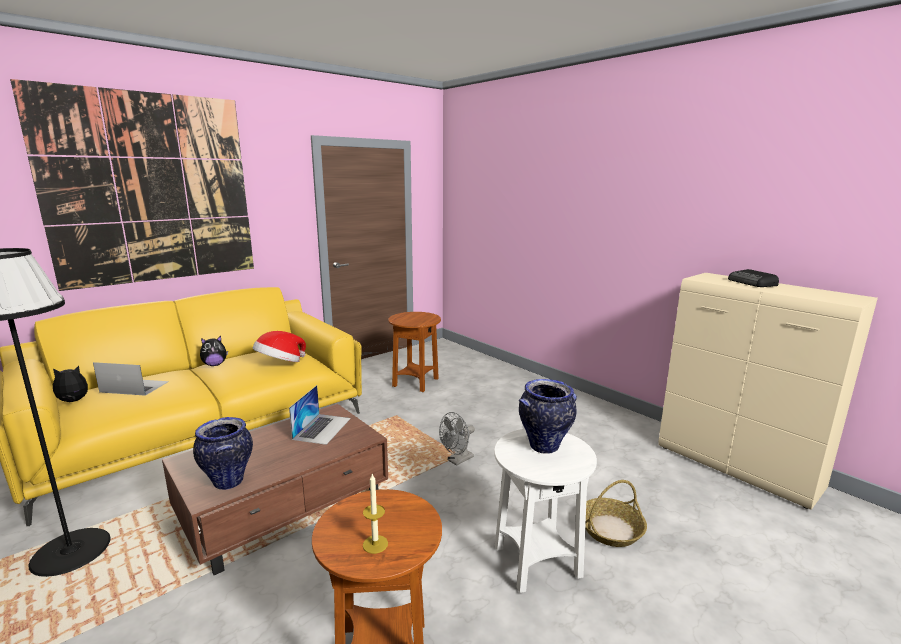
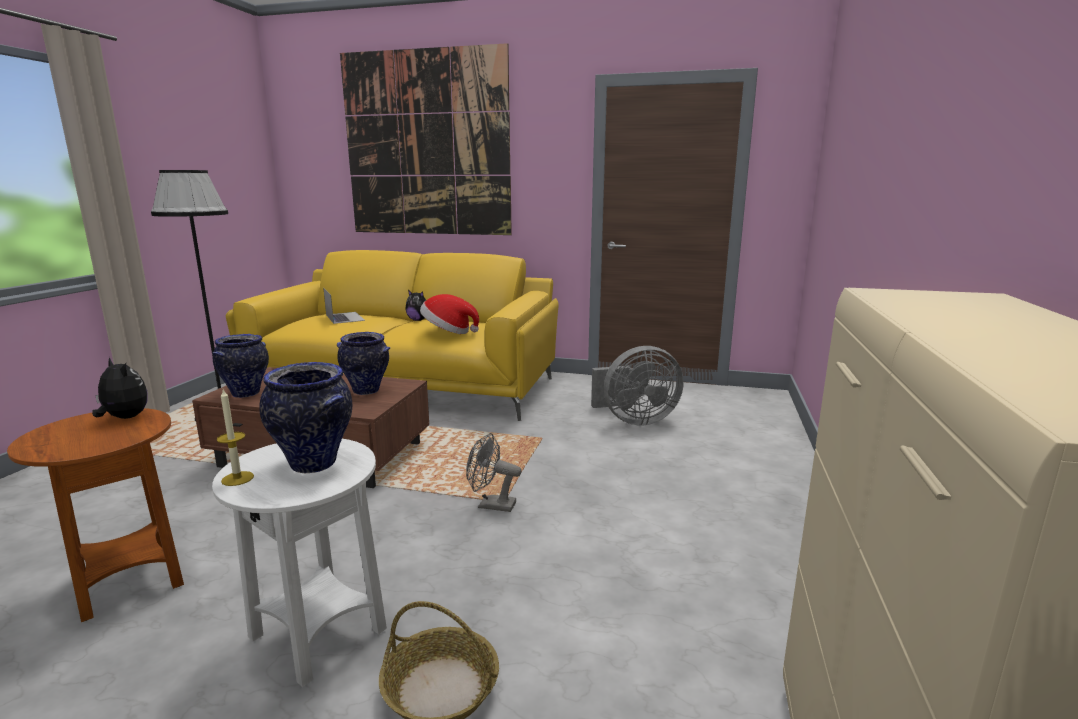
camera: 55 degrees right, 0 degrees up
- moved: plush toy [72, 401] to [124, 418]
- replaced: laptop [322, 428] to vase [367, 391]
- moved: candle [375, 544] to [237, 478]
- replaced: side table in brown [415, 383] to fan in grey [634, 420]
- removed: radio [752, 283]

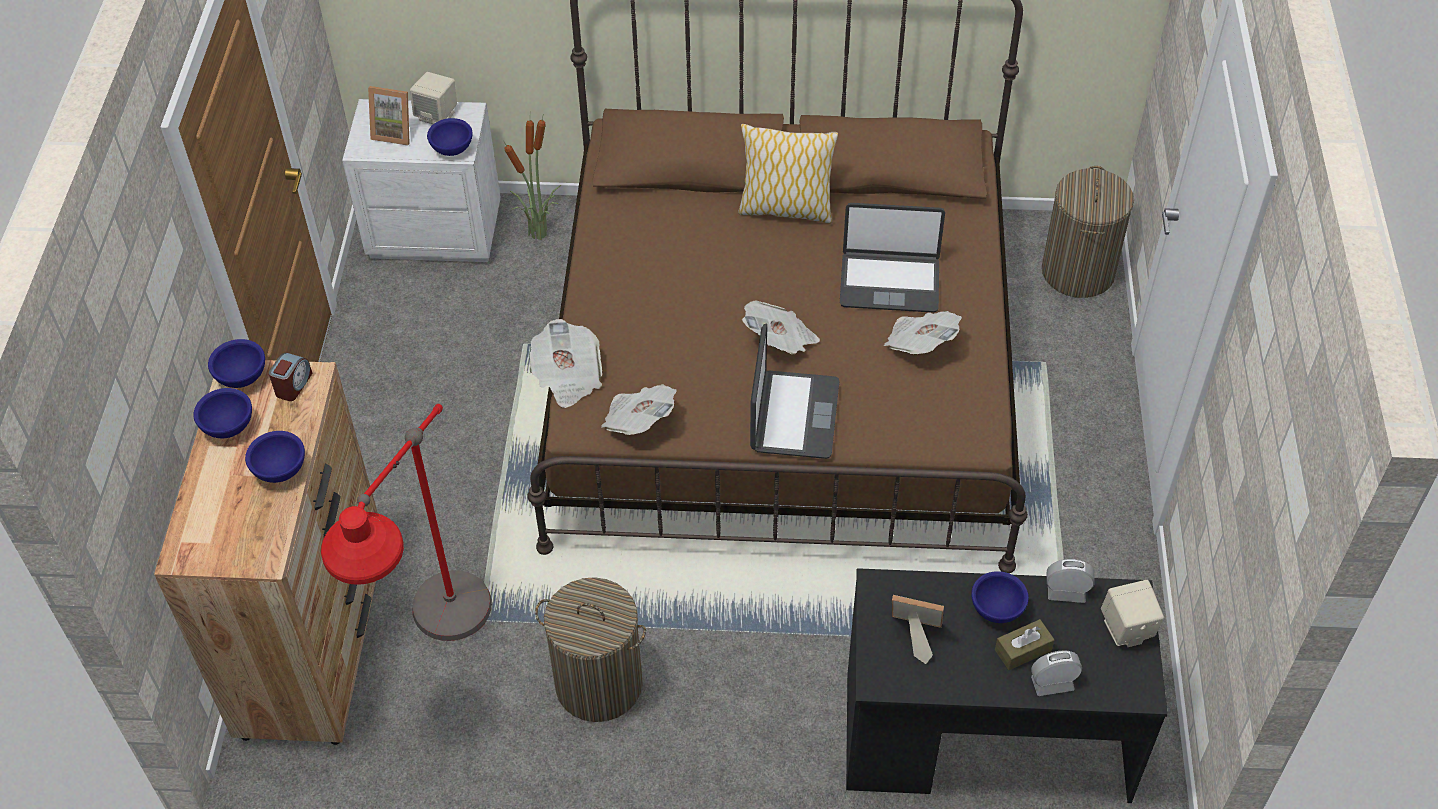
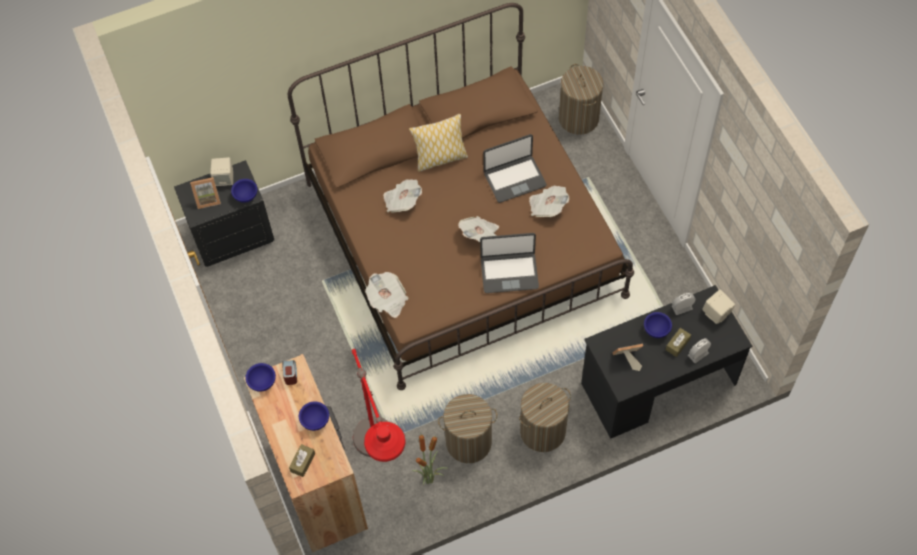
camera: 25 degrees left, 10 degrees up
- removed: bowl in blue [228, 426]
- recoloured: nightstand in white [435, 230] to nightstand in black [232, 235]
- moved: potted plant [540, 235] to [430, 479]
- moved: newspaper [639, 421] to [402, 201]
- turned: laptop [793, 416] = [509, 272] 105 degrees clockwise
- added: tissue box in brown [302, 462]
- added: laundry basket [542, 431]

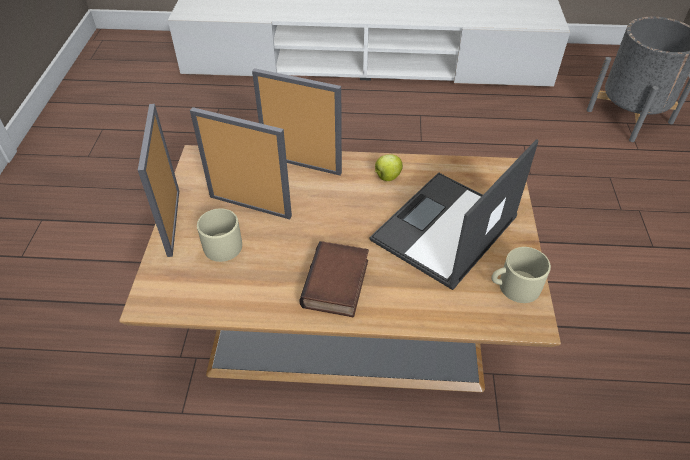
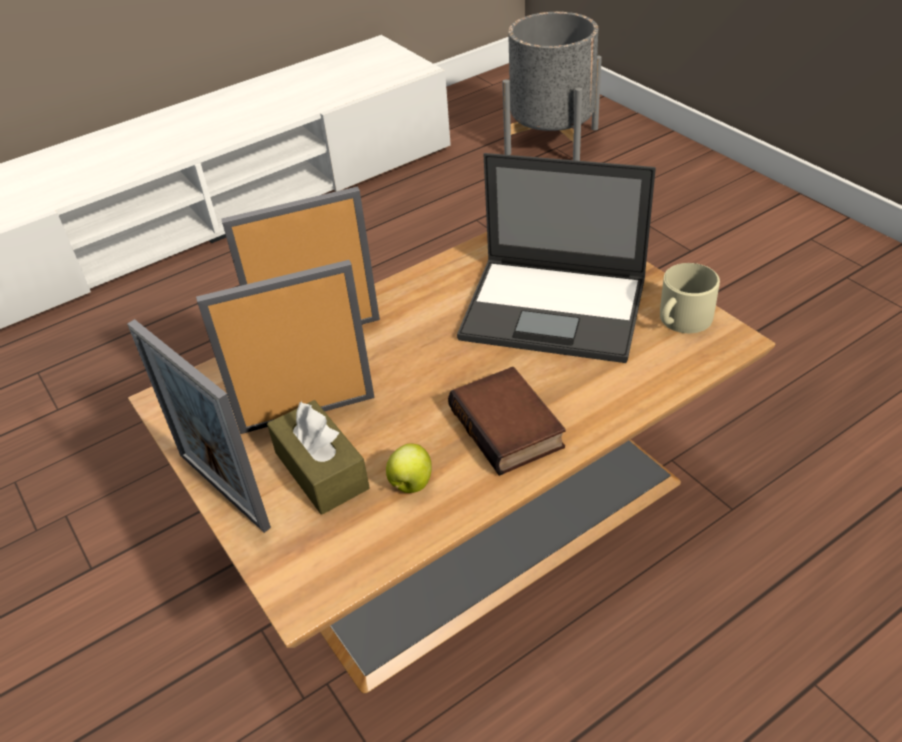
camera: 35 degrees left, 5 degrees down
- replaced: mug in beige [224, 242] to tissue box in brown [321, 470]
- turned: laptop [444, 230] = [556, 309] 75 degrees counterclockwise
- moved: apple [387, 177] to [411, 484]

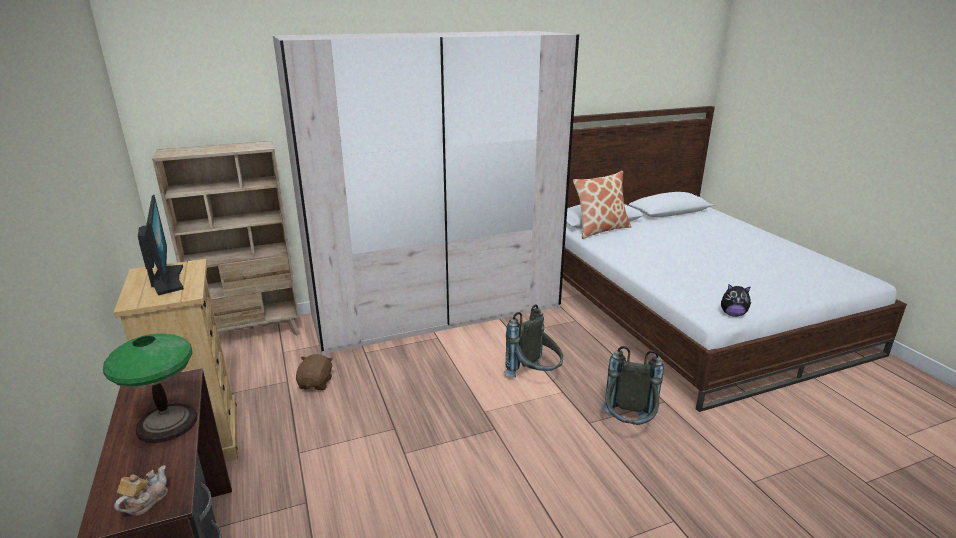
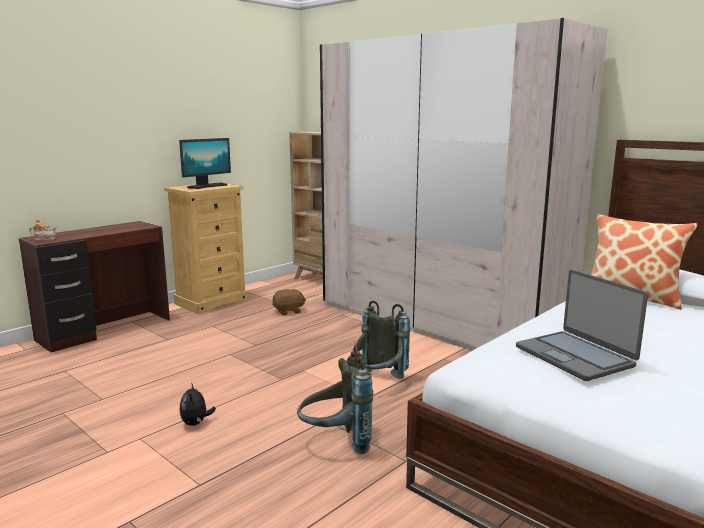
camera: 65 degrees right, 10 degrees down
- removed: table lamp [166, 424]
- moved: plush toy [732, 314] to [196, 423]
- added: laptop [575, 356]

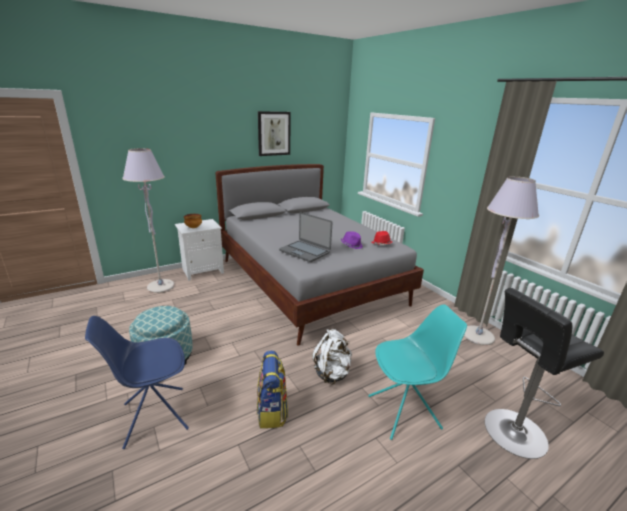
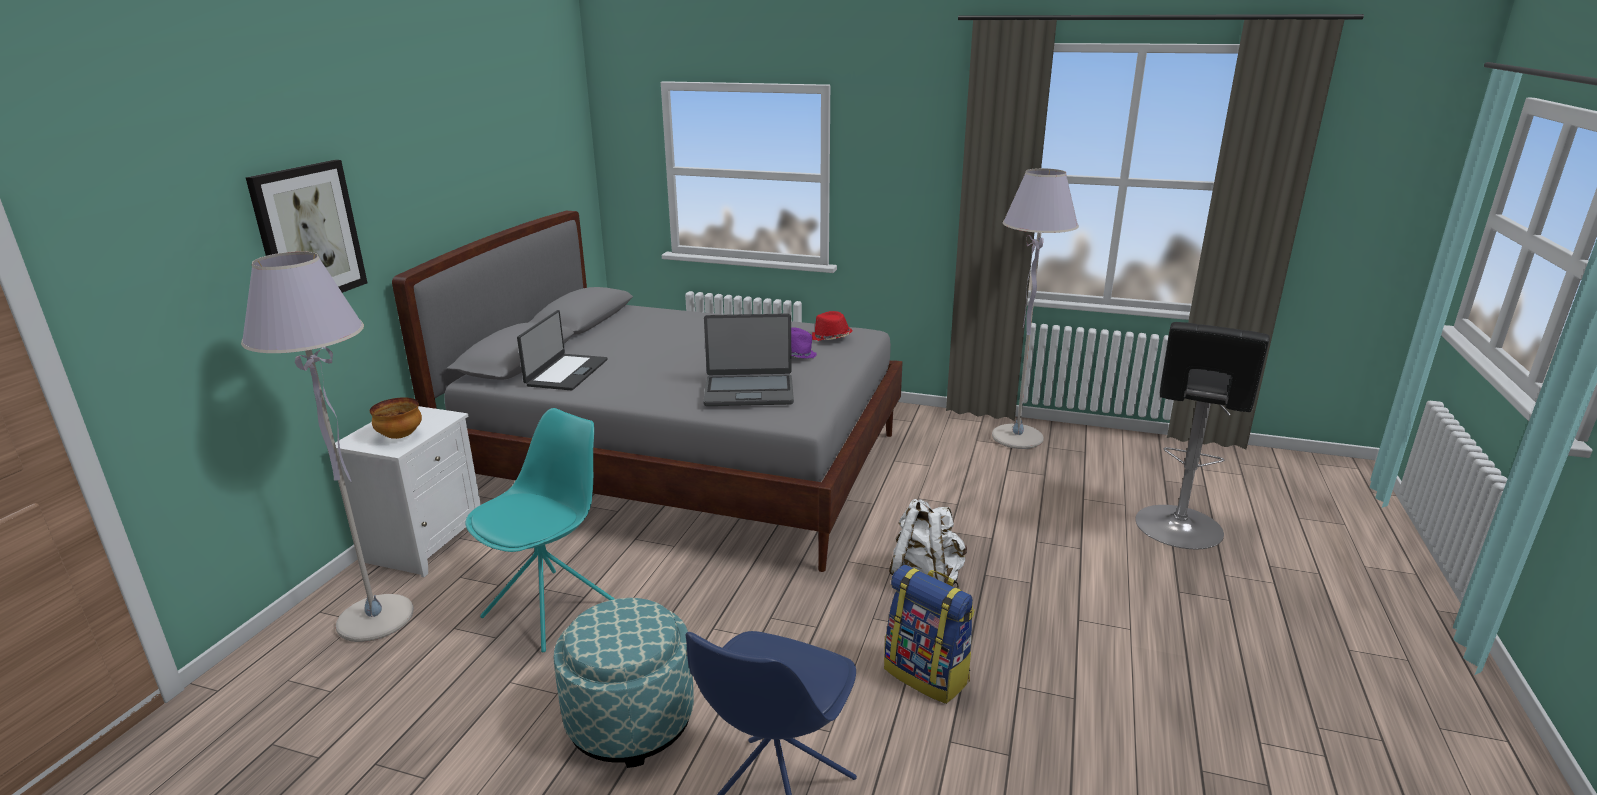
camera: 40 degrees left, 0 degrees up
- moved: picture [274, 133] to [308, 234]
- moved: chair in turquoise [405, 412] to [551, 608]
- added: laptop [566, 372]

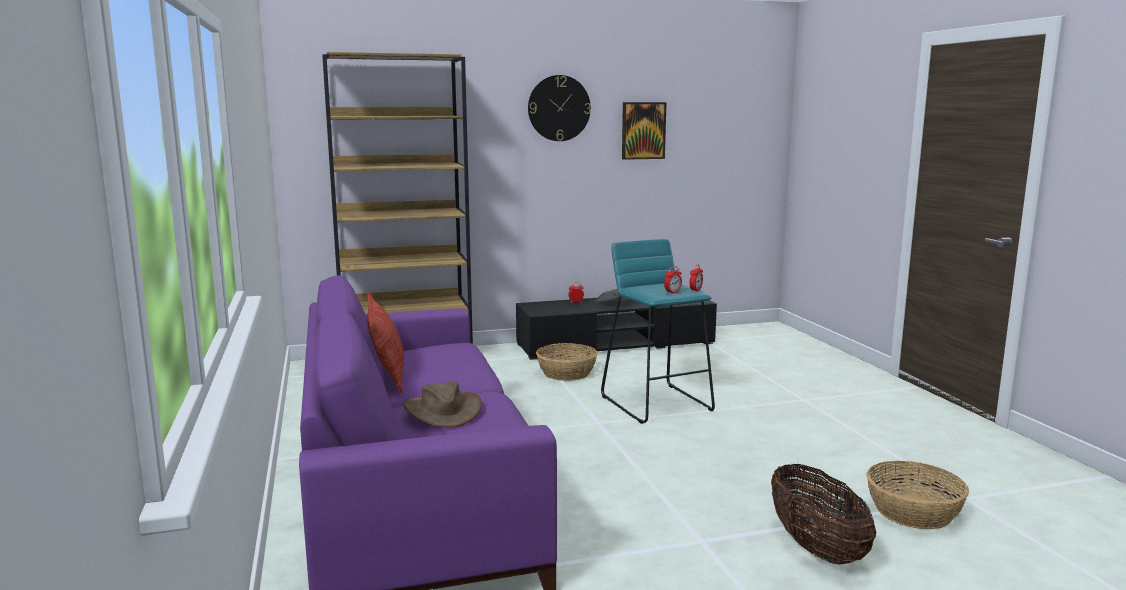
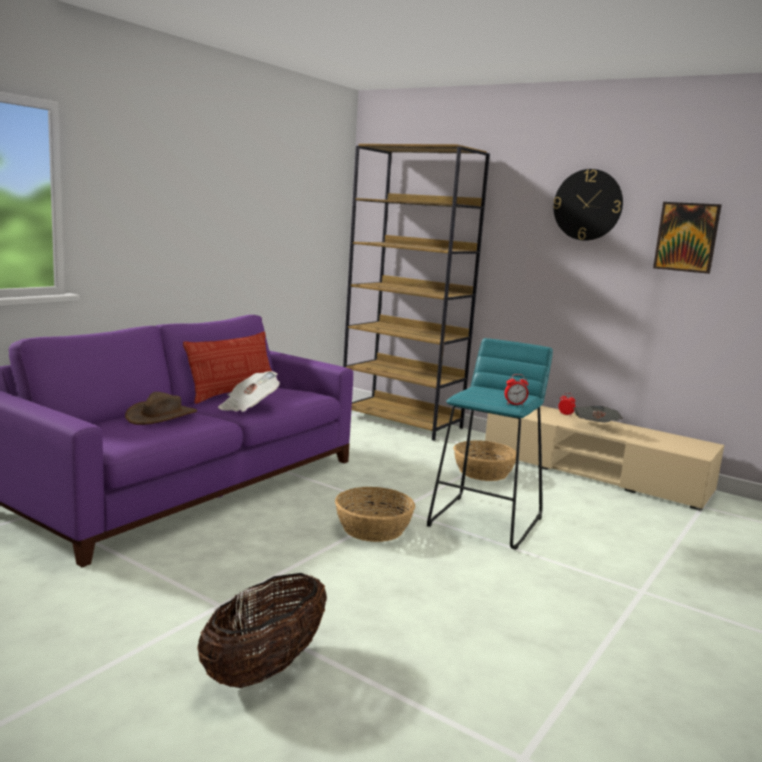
camera: 50 degrees right, 0 degrees up
- recoloured: tv stand in black [615, 344] to tv stand in beige [594, 472]
- removed: alarm clock [672, 293]
- moved: basket [912, 511] to [373, 528]
- added: newspaper [248, 407]

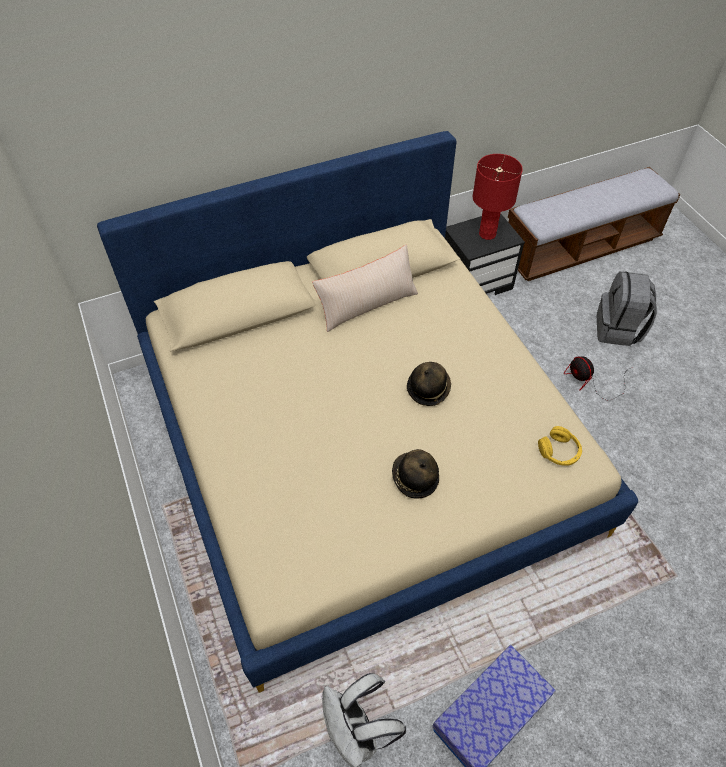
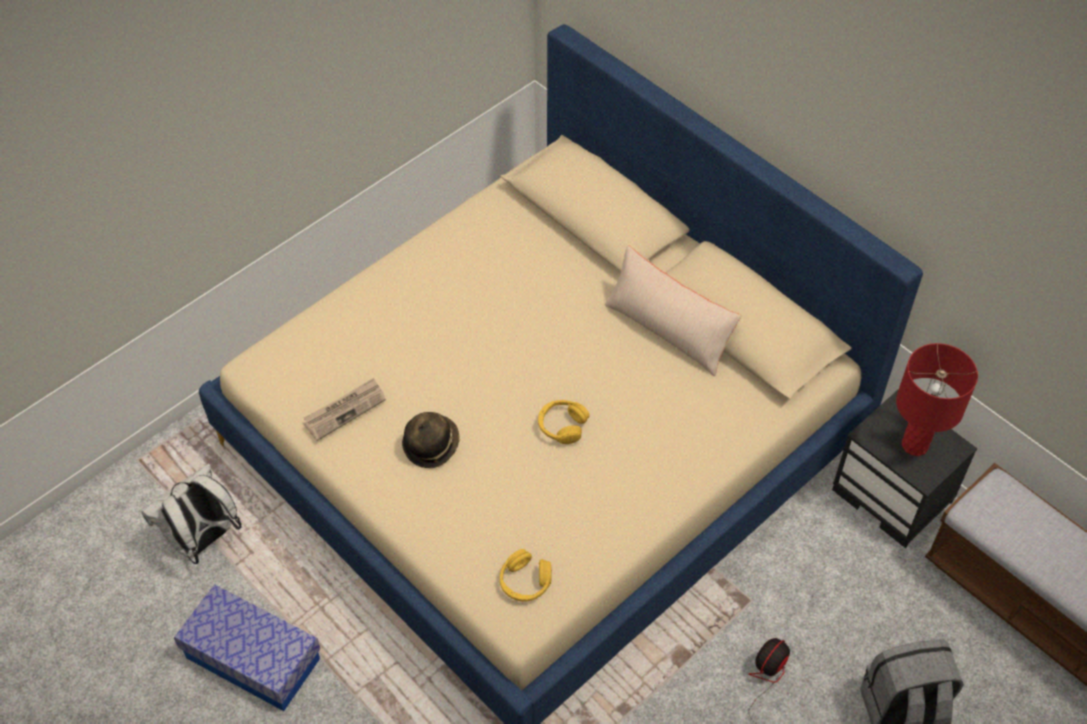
camera: 70 degrees right, 0 degrees up
- replaced: hat [428, 388] to headphones in yellow [562, 426]
- added: newspaper [345, 410]

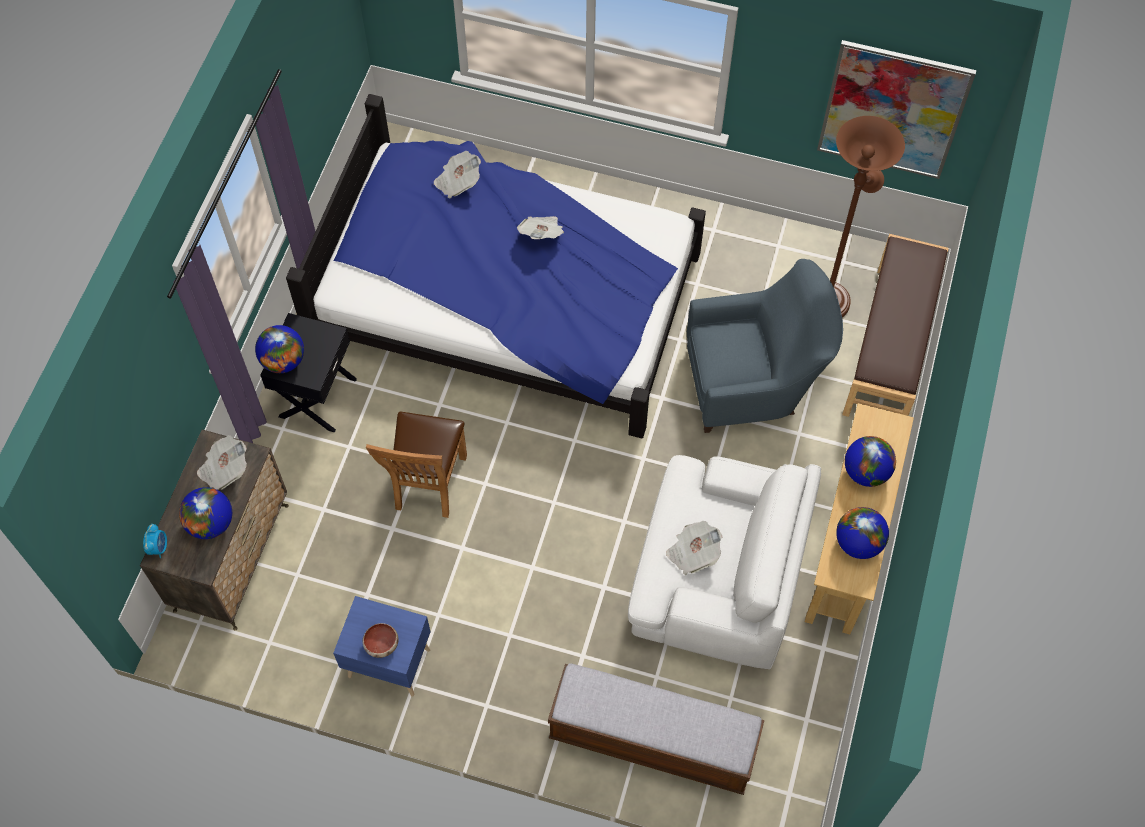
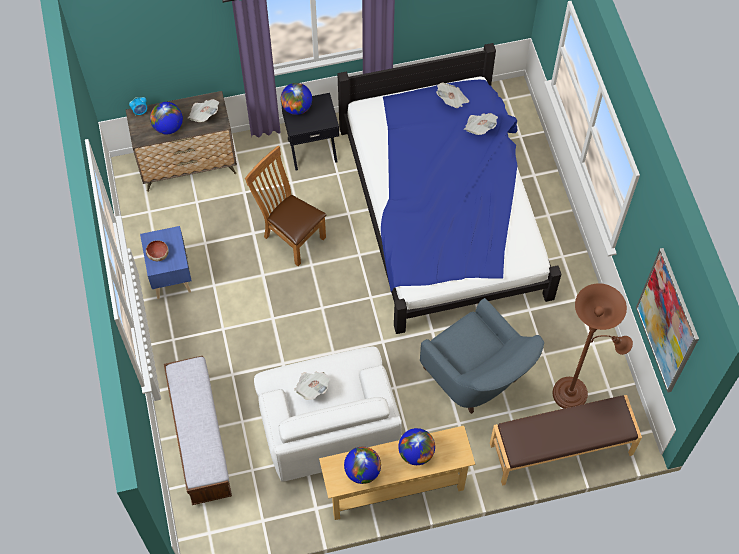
camera: 60 degrees right, 0 degrees up
- turned: chair in brown [427, 486] = [291, 236] 60 degrees clockwise
- moved: newspaper [542, 234] to [452, 100]

